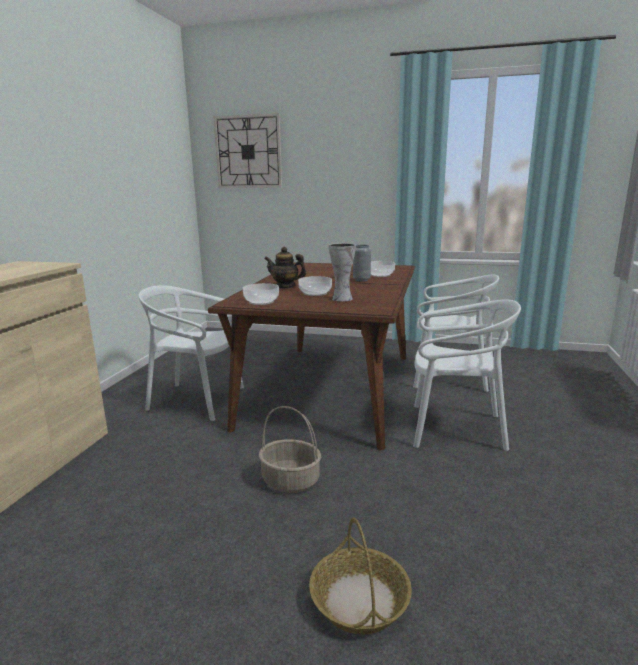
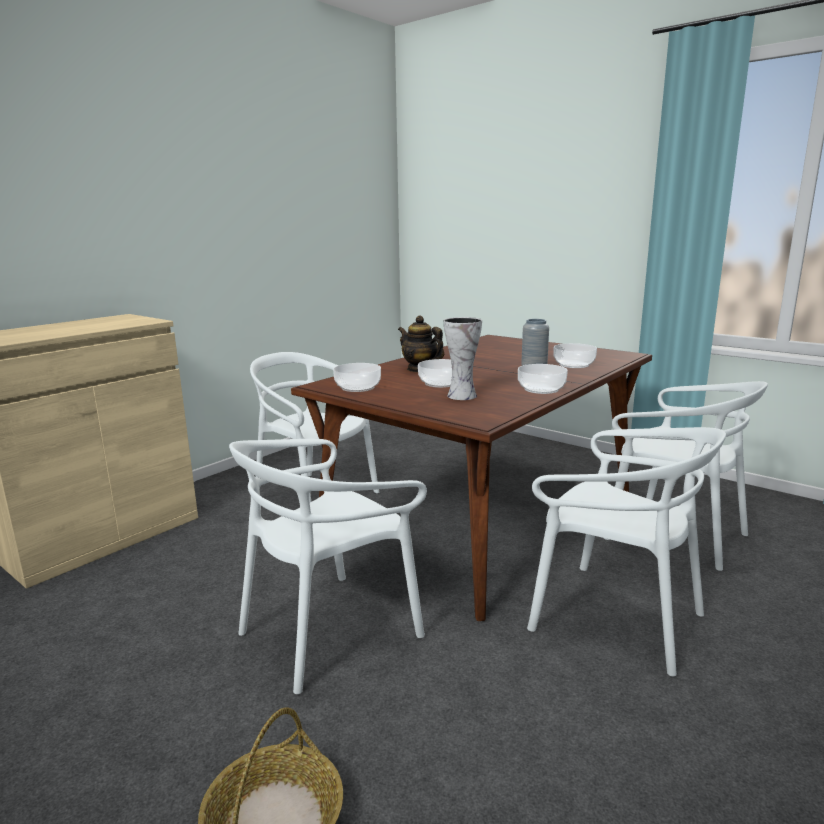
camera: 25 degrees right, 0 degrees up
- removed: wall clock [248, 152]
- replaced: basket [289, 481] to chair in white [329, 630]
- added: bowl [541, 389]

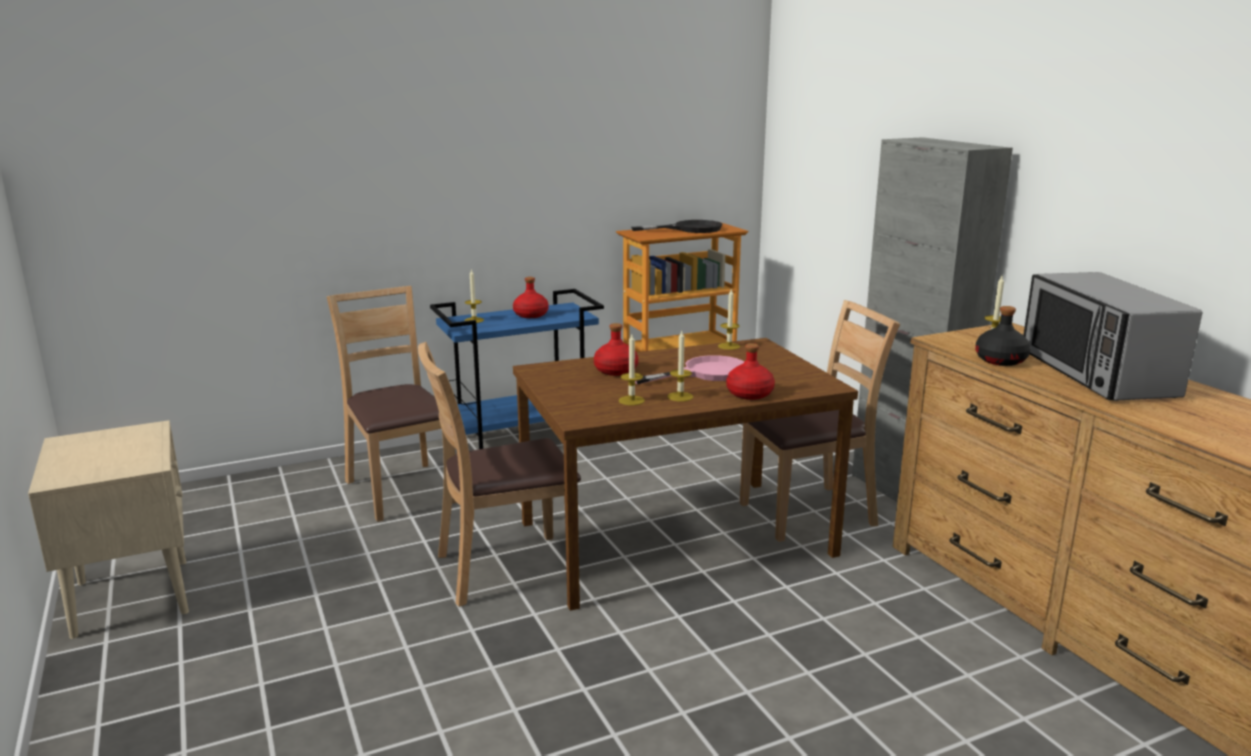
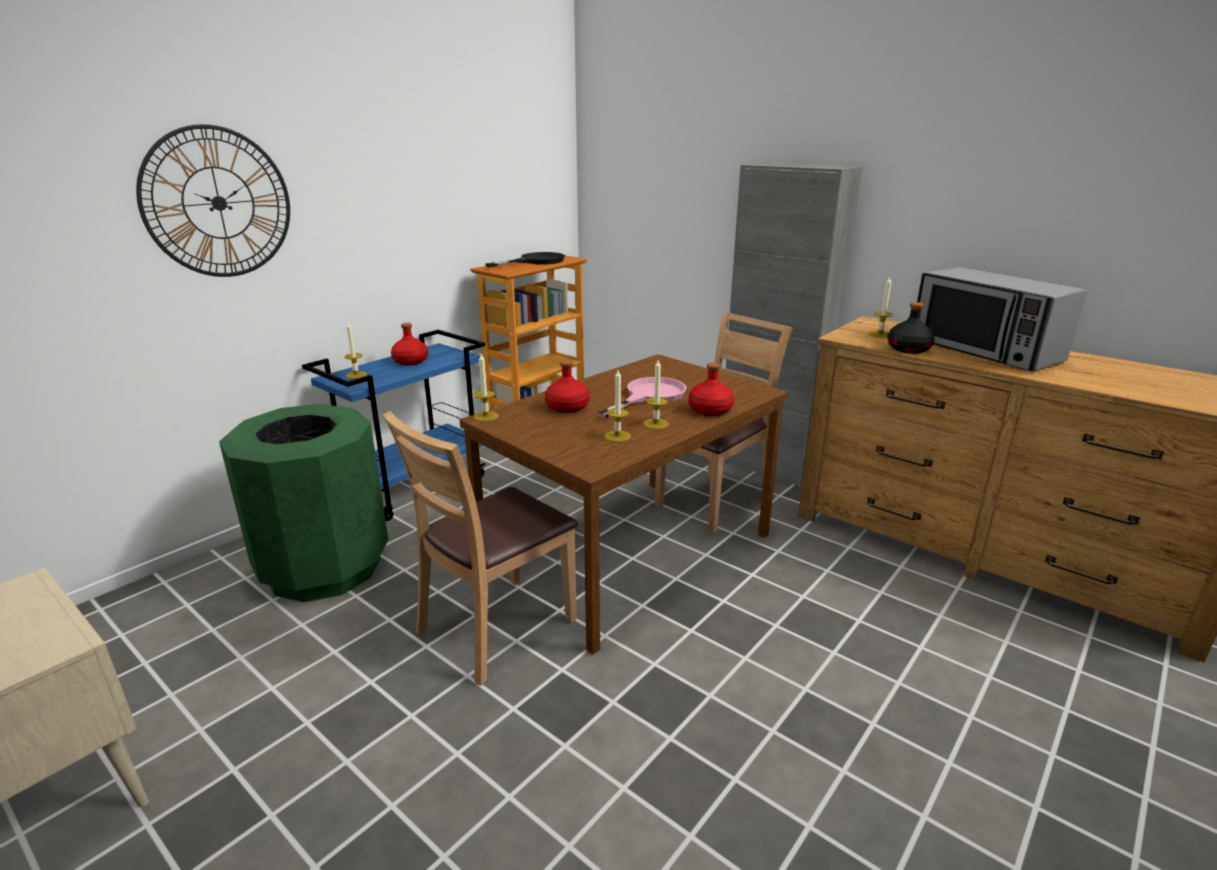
camera: 25 degrees left, 5 degrees up
- replaced: chair in brown [401, 490] to trash can in green [324, 568]
- moved: candle [729, 346] to [486, 416]
- added: wall clock [218, 203]

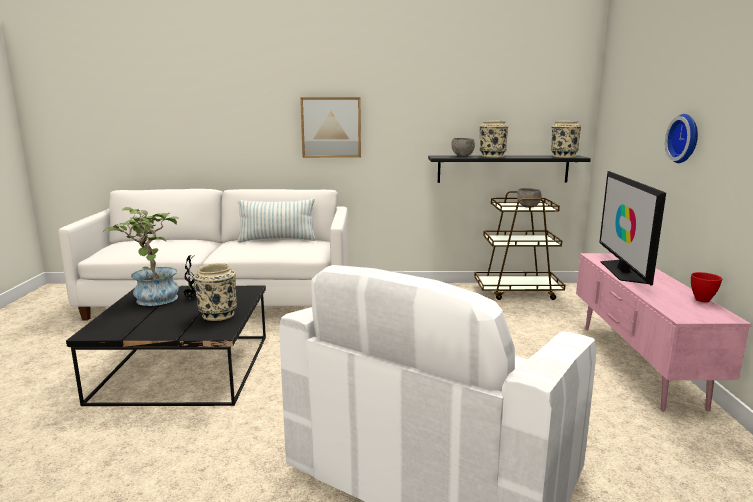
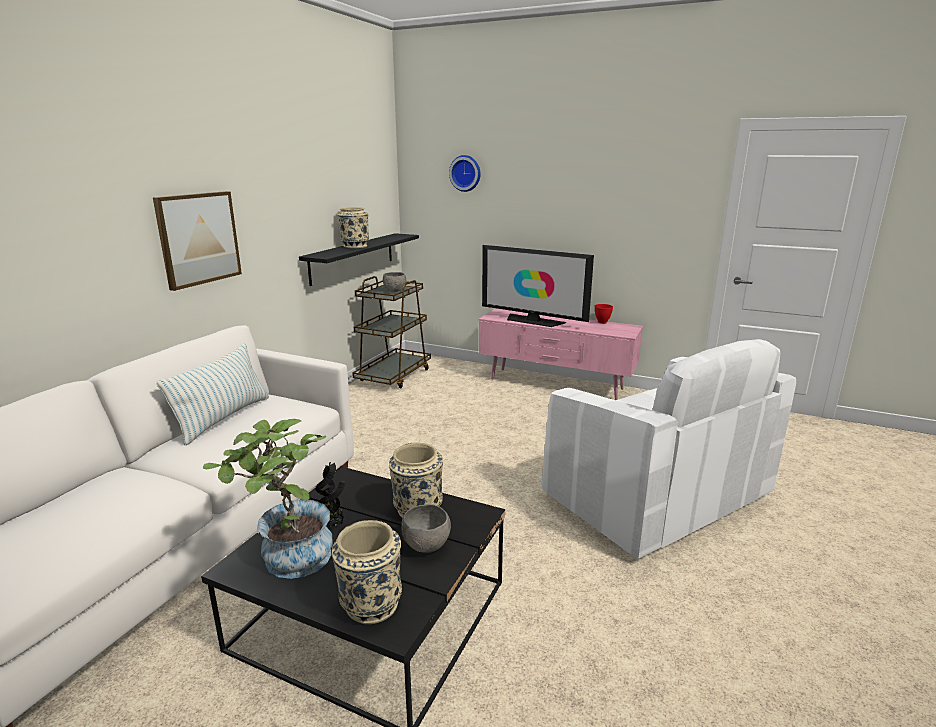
camera: 65 degrees left, 5 degrees up
- moved: bowl in grey [462, 156] to [427, 546]
- moved: vase in beige [563, 156] to [370, 605]
- moved: wall clock [685, 138] to [466, 173]

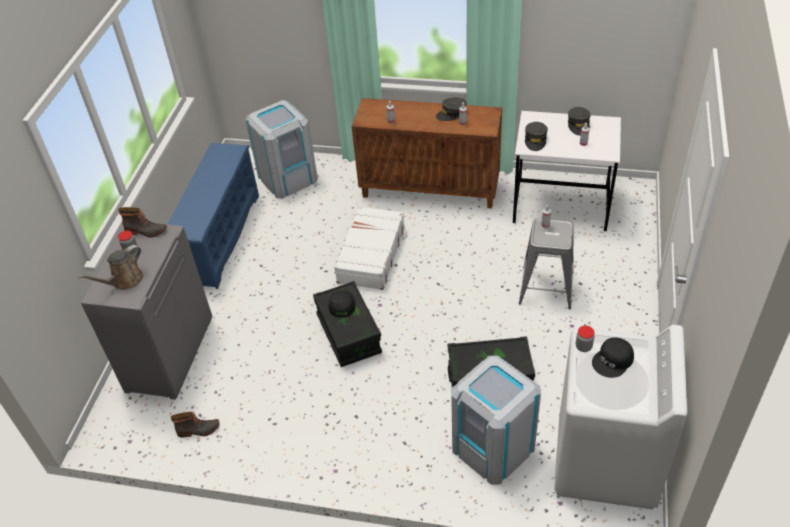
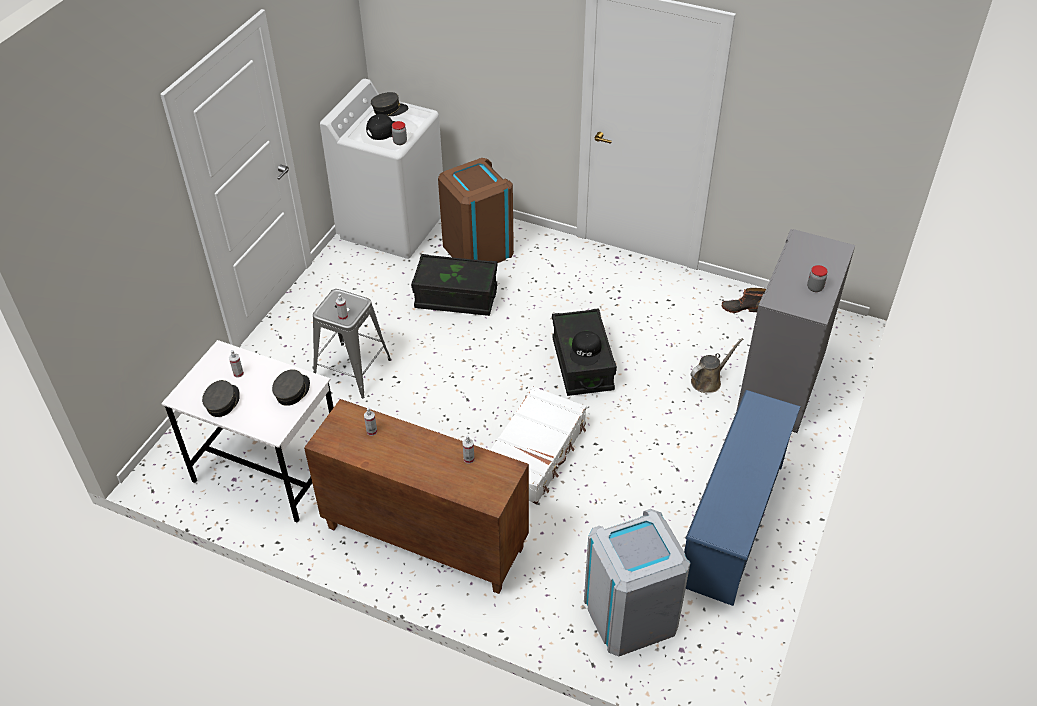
camera: 170 degrees left, 0 degrees up
- moved: watering can in brown [124, 281] to [708, 380]
- removed: boot [146, 231]
- moved: cap in grey [451, 113] to [389, 110]
- recoloured: trash can in grey [493, 447] to trash can in brown [477, 249]

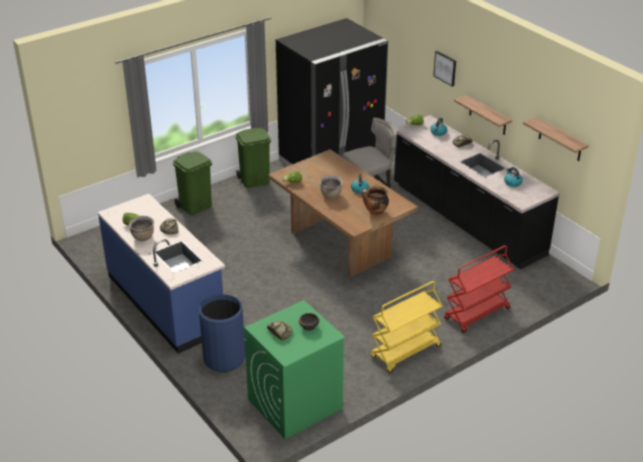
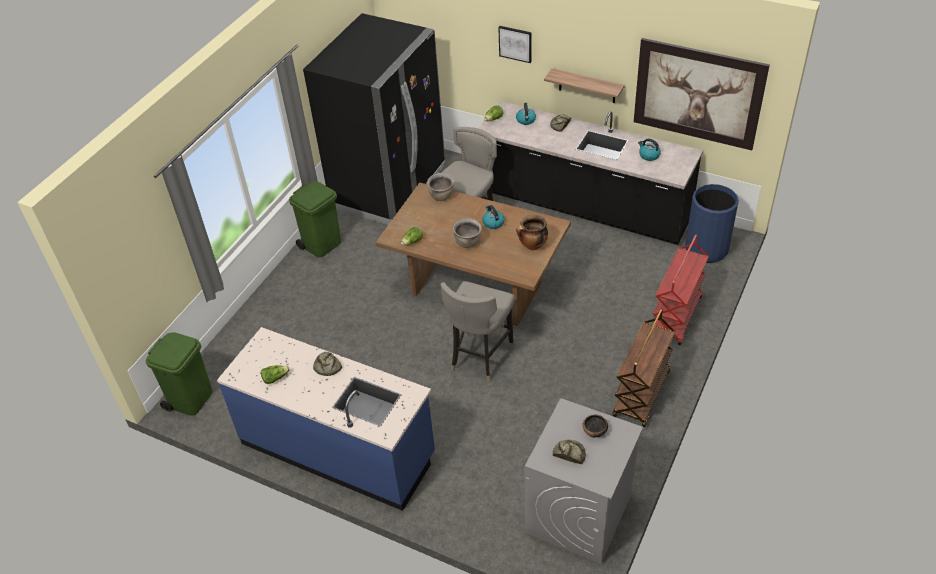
camera: 25 degrees left, 10 degrees up
- moved: cooking pot in brown [143, 237] to [441, 196]
- moved: trash can in green [196, 206] to [191, 398]
- moved: trash can in blue [224, 358] to [706, 249]
- recoloured: washing machine in green [294, 404] to washing machine in grey [578, 514]
- recoloured: cart in yellow [405, 352] to cart in brown [642, 394]
- replaced: shelf [560, 140] to picture [698, 94]
- added: stool in grey [480, 358]

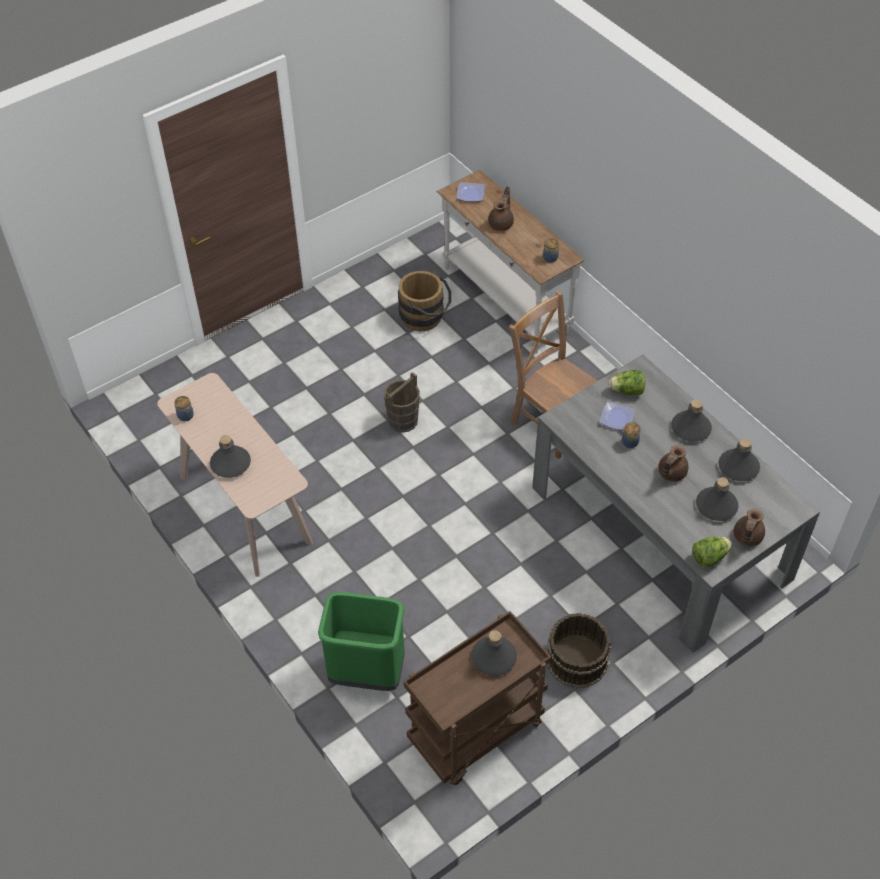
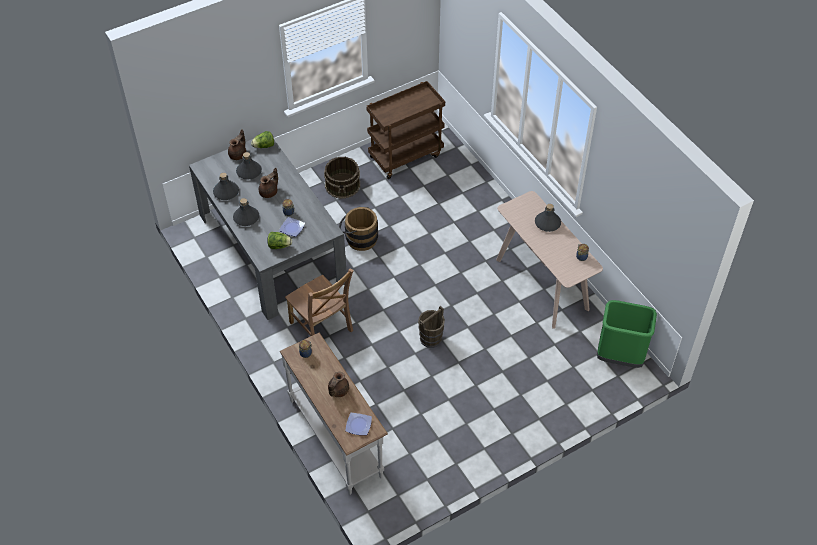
camera: 175 degrees left, 0 degrees up
- moved: trash can in green [367, 672] to [619, 357]
- moved: bucket in brown [425, 317] to [359, 238]
- removed: bottle in grey [493, 658]

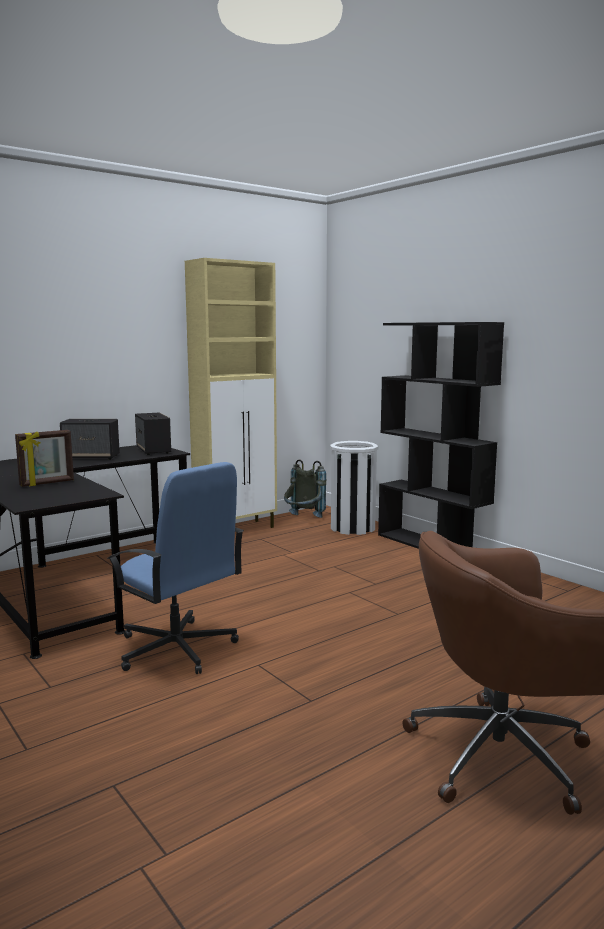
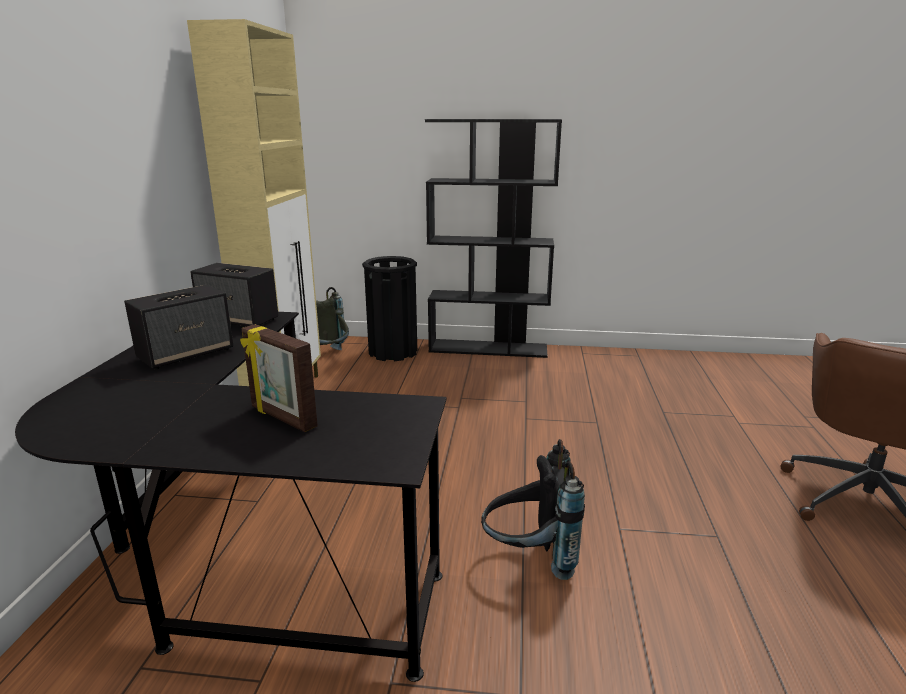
camera: 45 degrees left, 10 degrees up
- turned: picture frame [47, 483] = [282, 418] 120 degrees clockwise
- replaced: office chair in blue [176, 649] to backpack in black [529, 558]
- recoloured: trash can in white [352, 528] to trash can in black [393, 352]

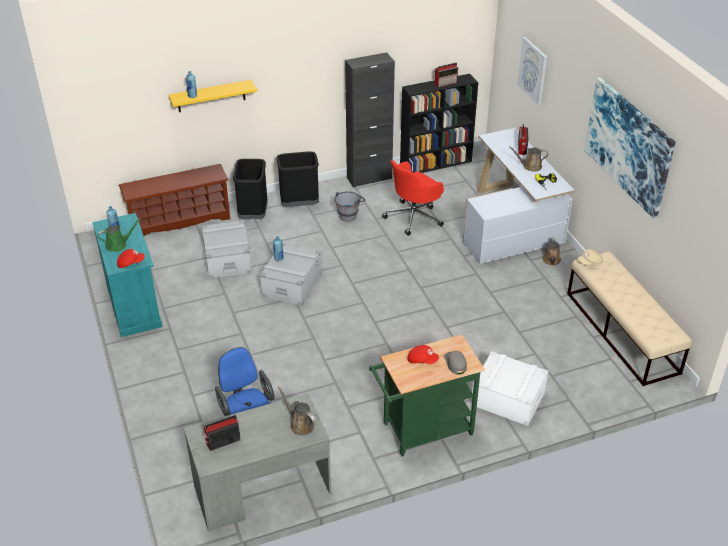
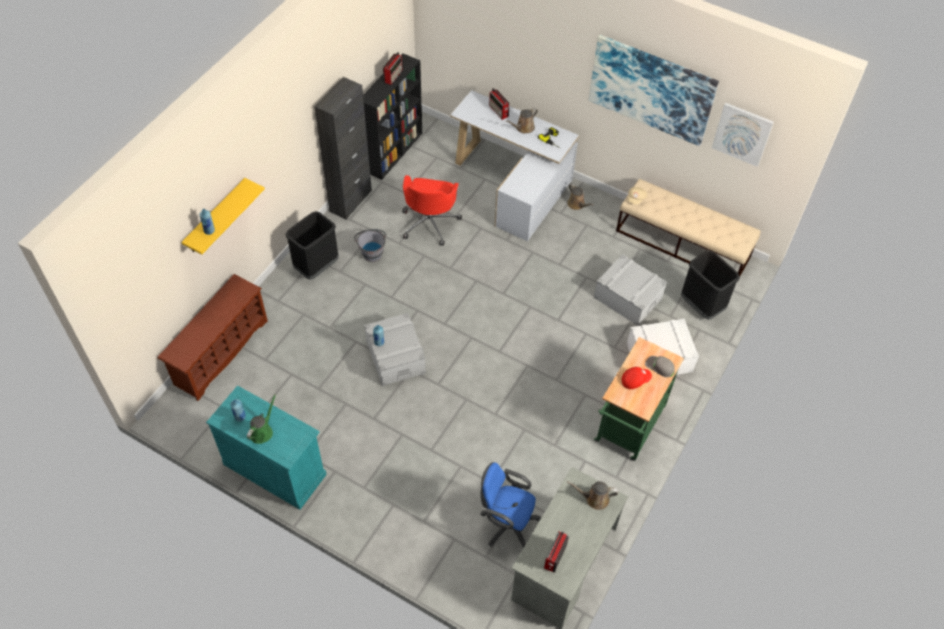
camera: 40 degrees left, 15 degrees up
- removed: cap in red [130, 263]
- moved: storage box in grey [227, 259] to [627, 298]
- moved: trash can in black [253, 215] to [702, 306]
- moved: picture [533, 70] to [742, 134]

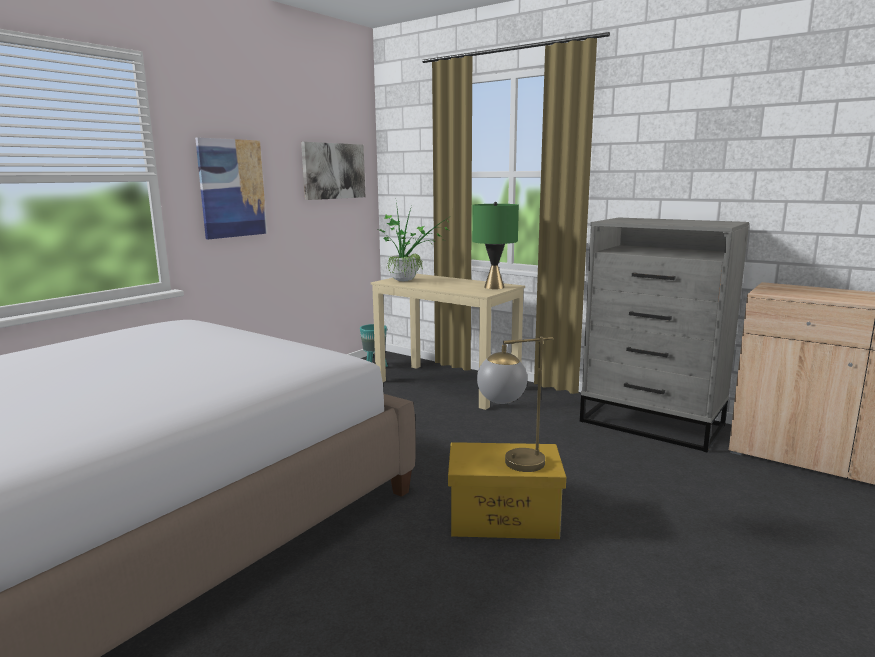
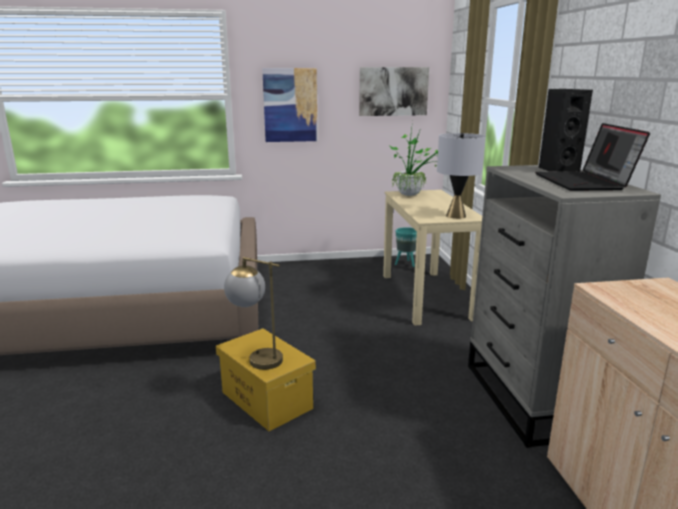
camera: 45 degrees right, 5 degrees up
- recoloured: table lamp in green [494, 287] to table lamp in grey [456, 216]
- added: laptop [585, 182]
- added: speaker in black [557, 169]

